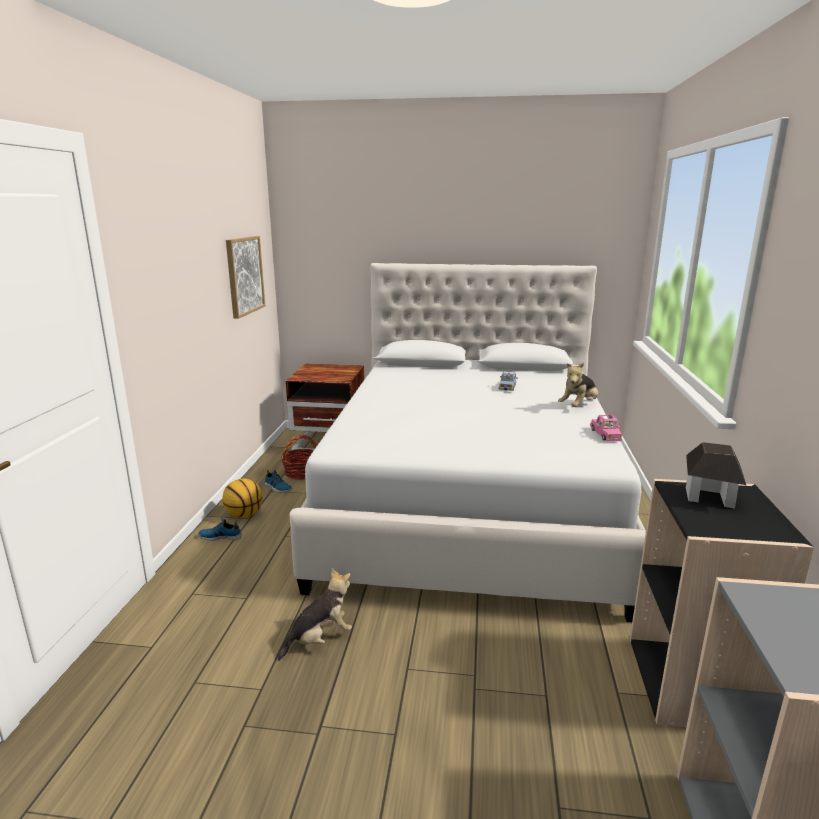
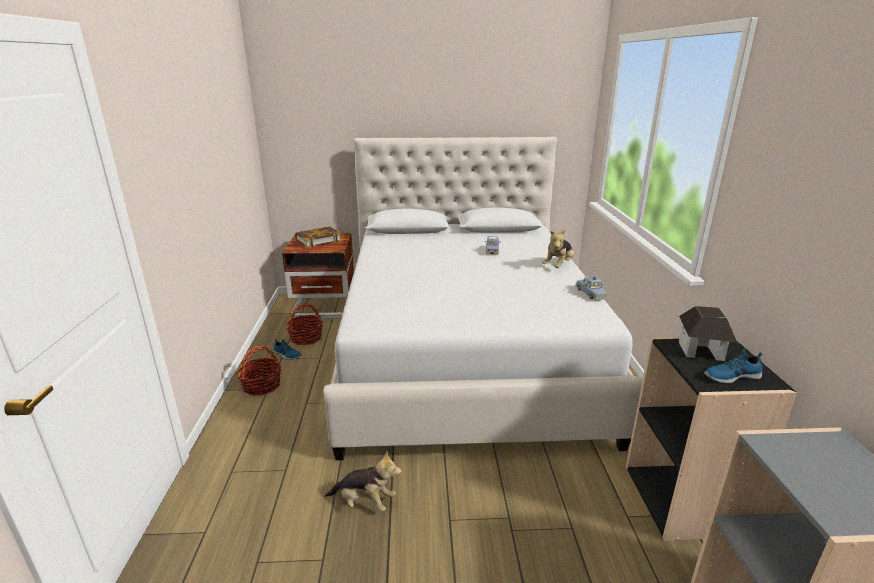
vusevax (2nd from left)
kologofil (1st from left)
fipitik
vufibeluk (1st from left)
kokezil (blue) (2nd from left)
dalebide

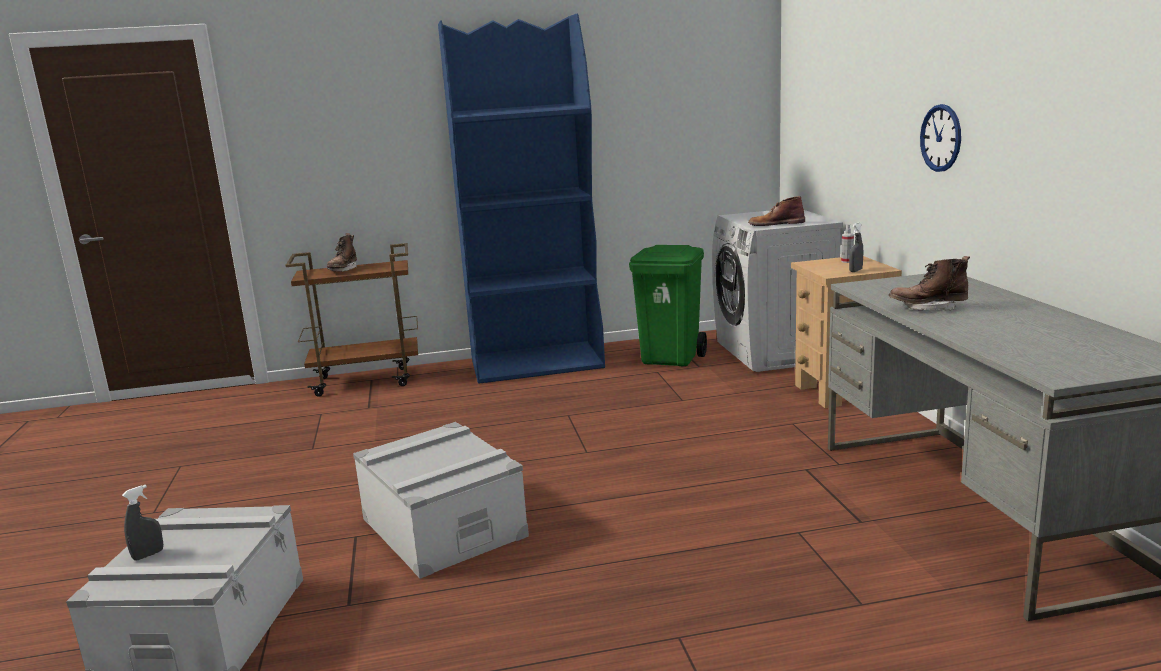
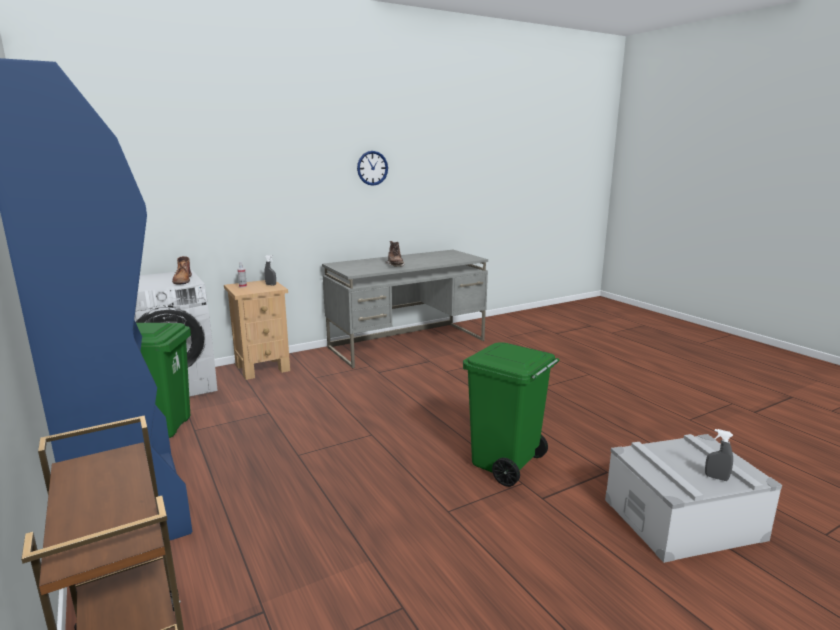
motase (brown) (1st from left in the first image)
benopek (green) (2nd from left)
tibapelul

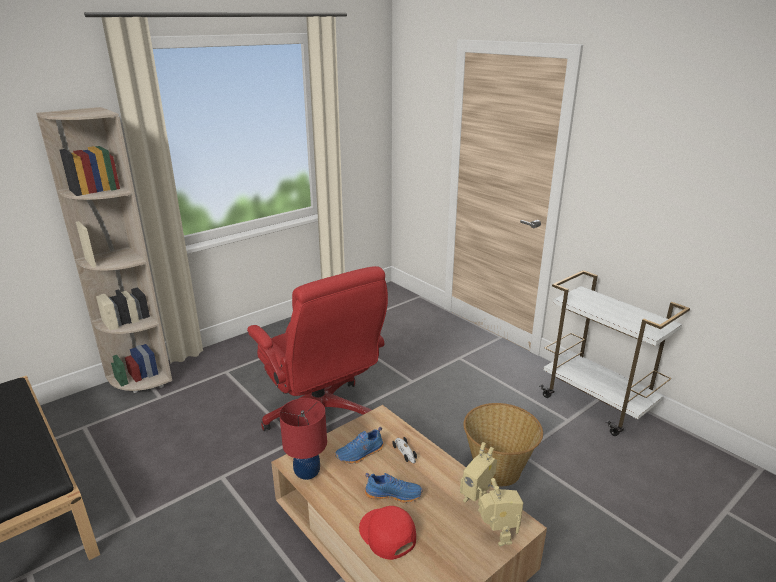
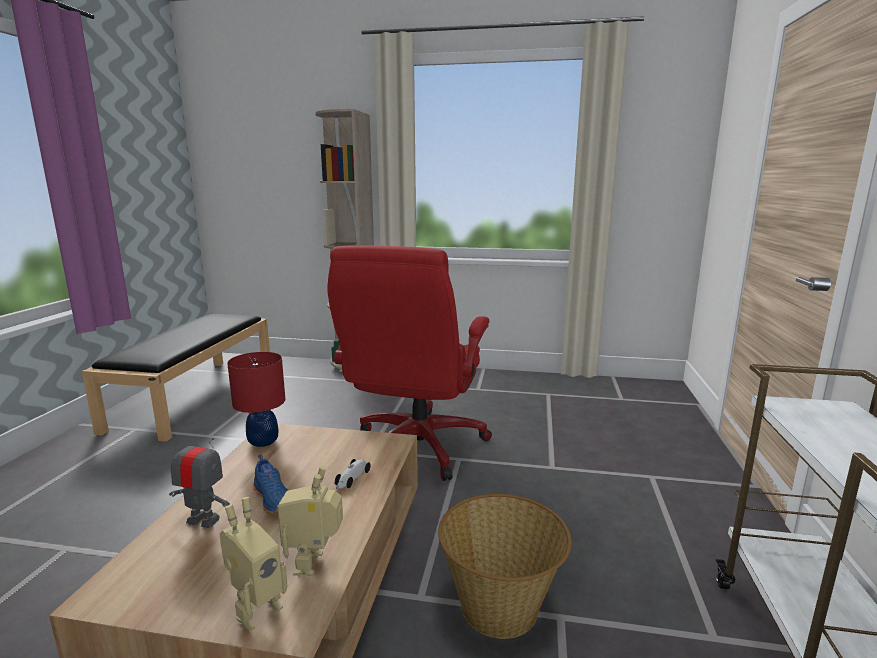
vusevax (blue) (1st from left in the first image)
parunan (1st from left)

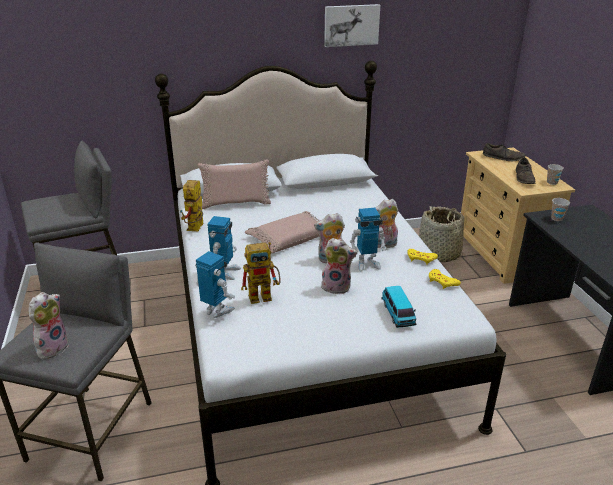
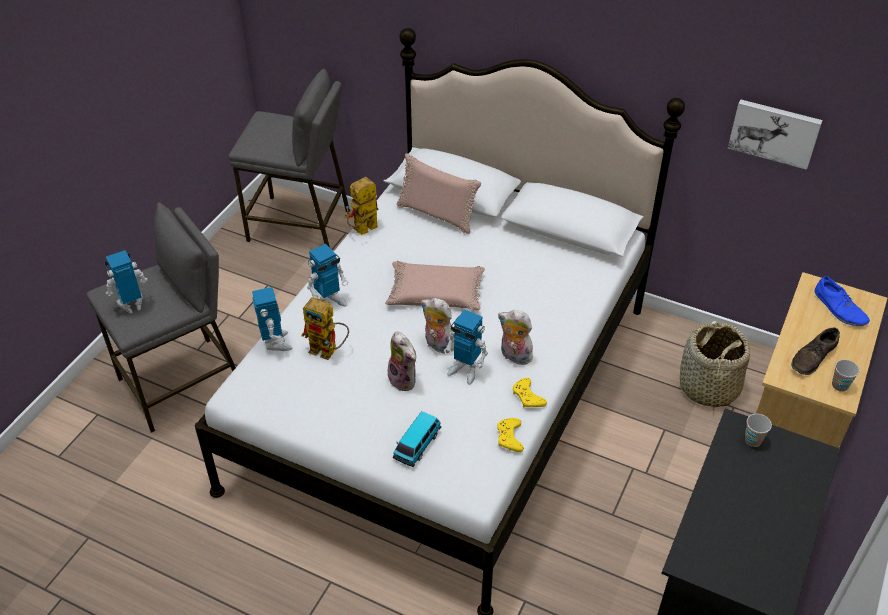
parunan (1st from left)
fipitik
vusevax (blue)

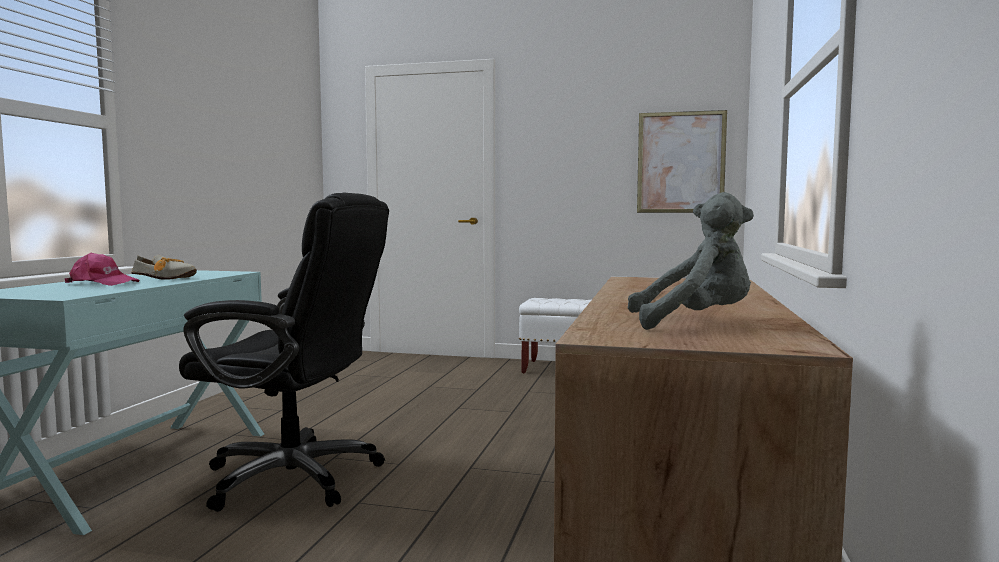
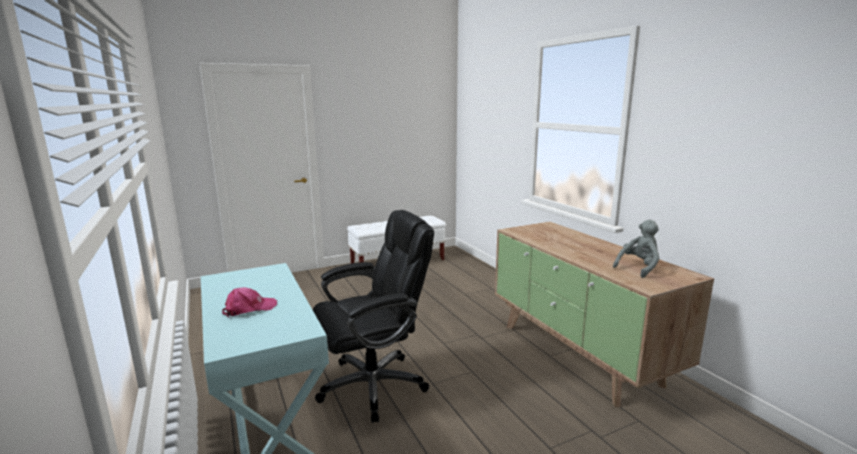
vusevax
fipitik

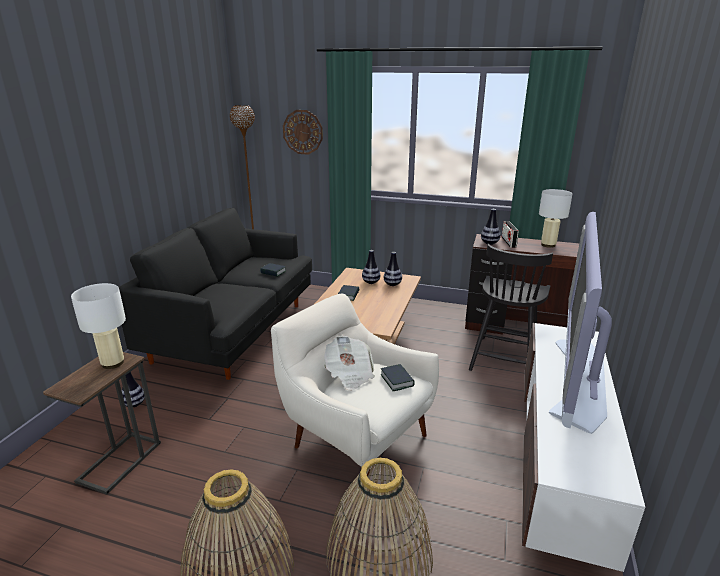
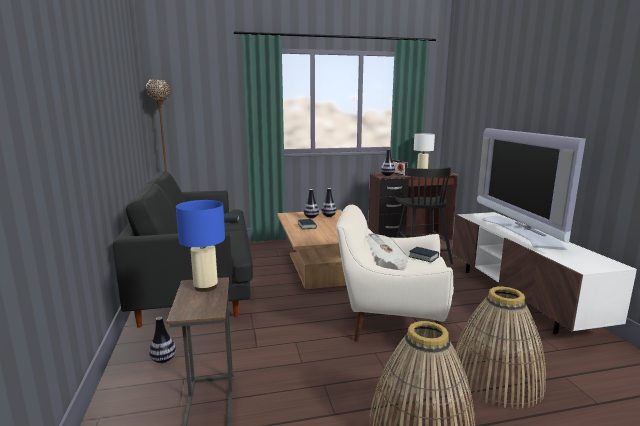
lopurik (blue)
tibapelul

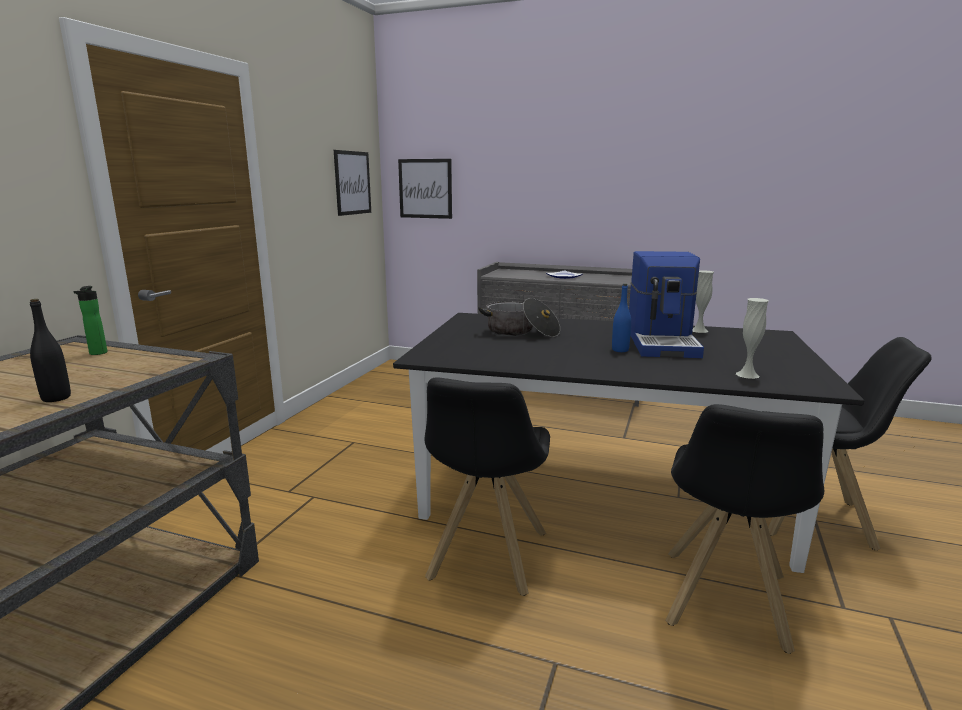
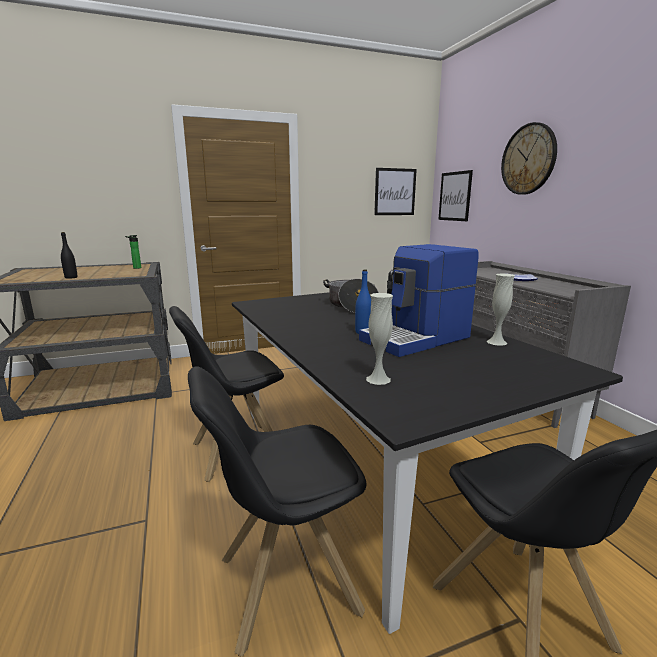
tibapelul

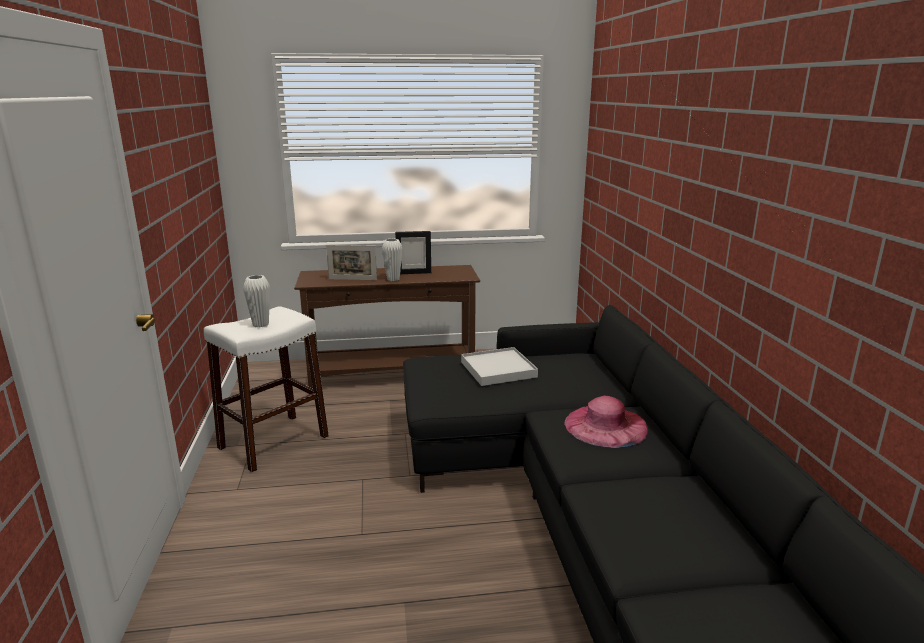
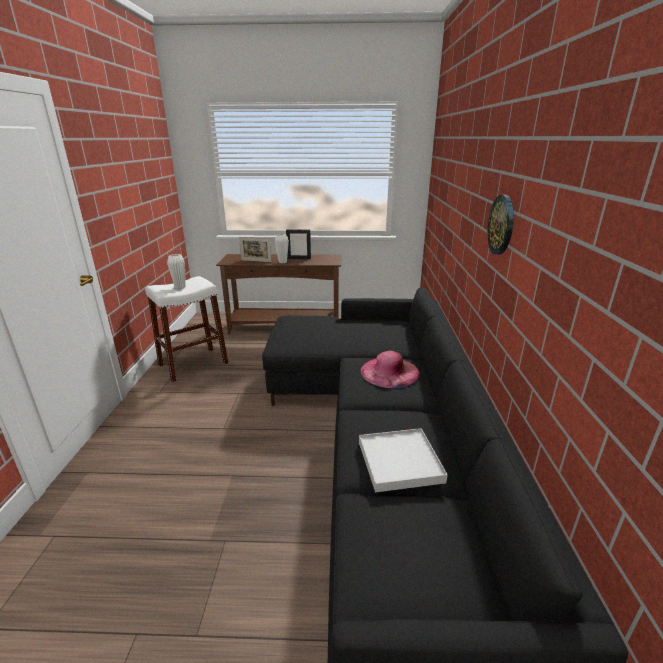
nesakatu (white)
tibapelul

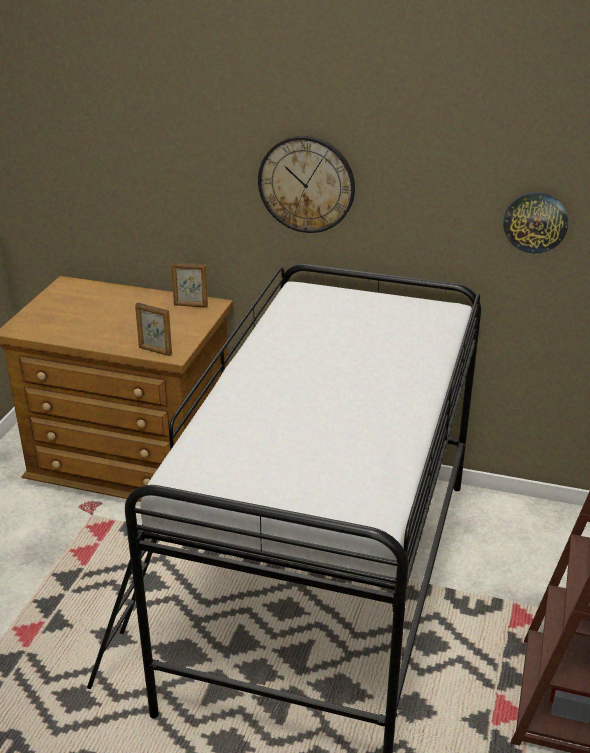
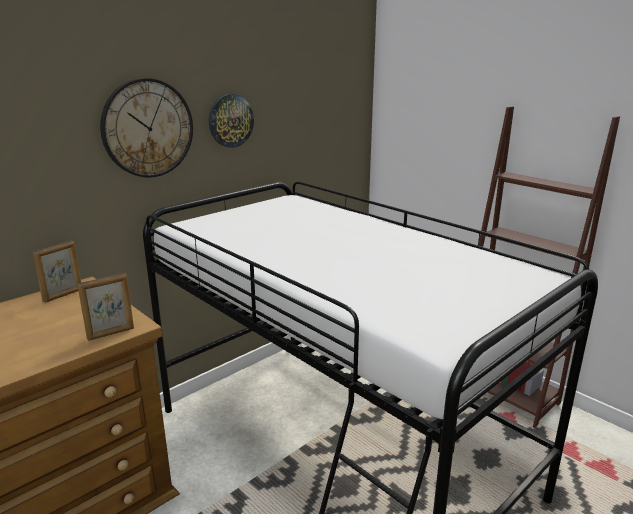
tibapelul (2nd from left)

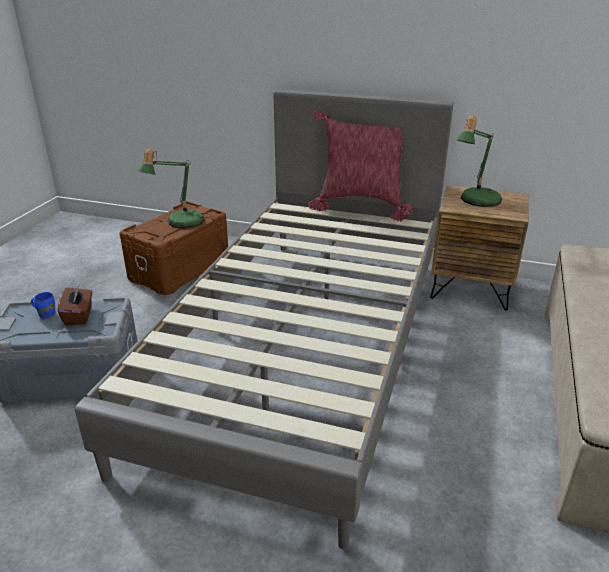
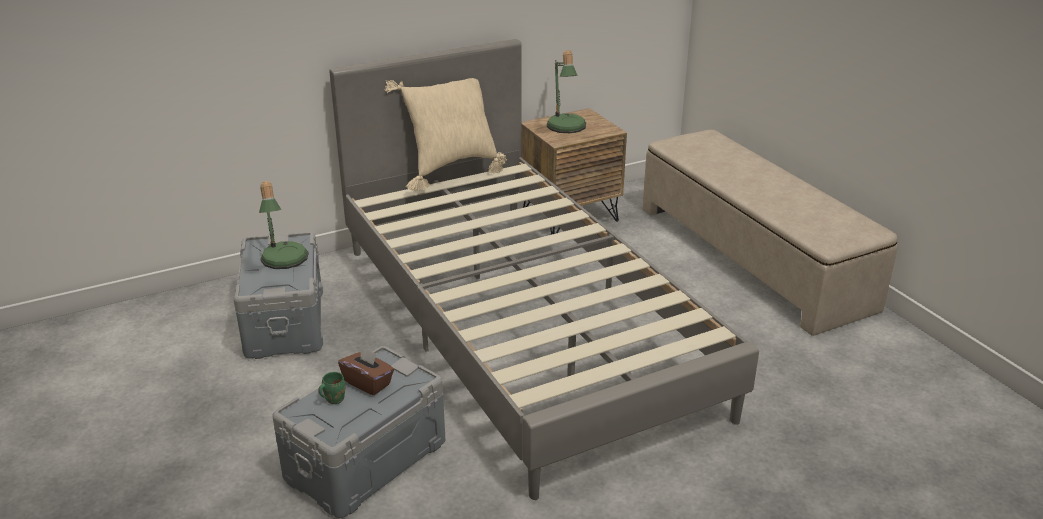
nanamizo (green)
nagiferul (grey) (1st from left)
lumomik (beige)

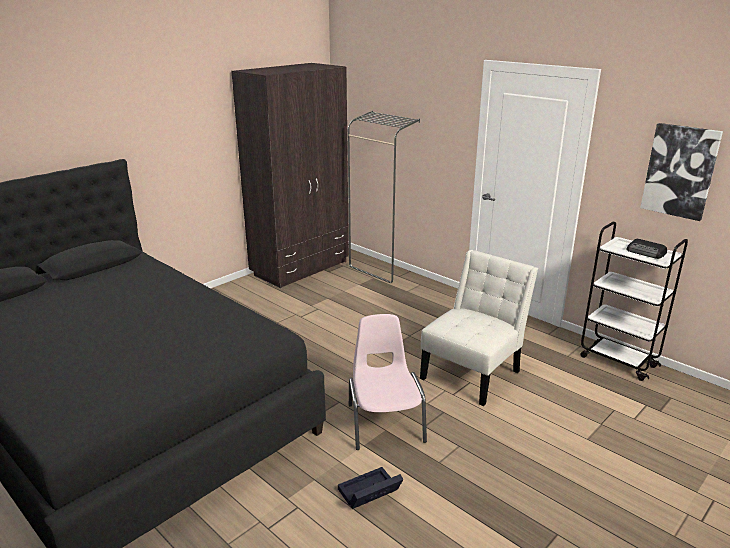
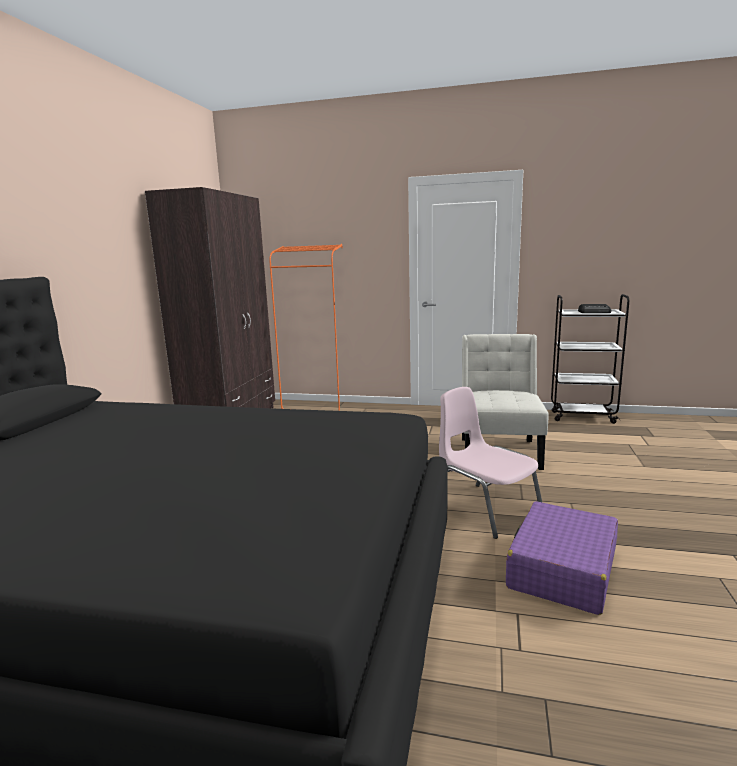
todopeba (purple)
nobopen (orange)
fipitik

